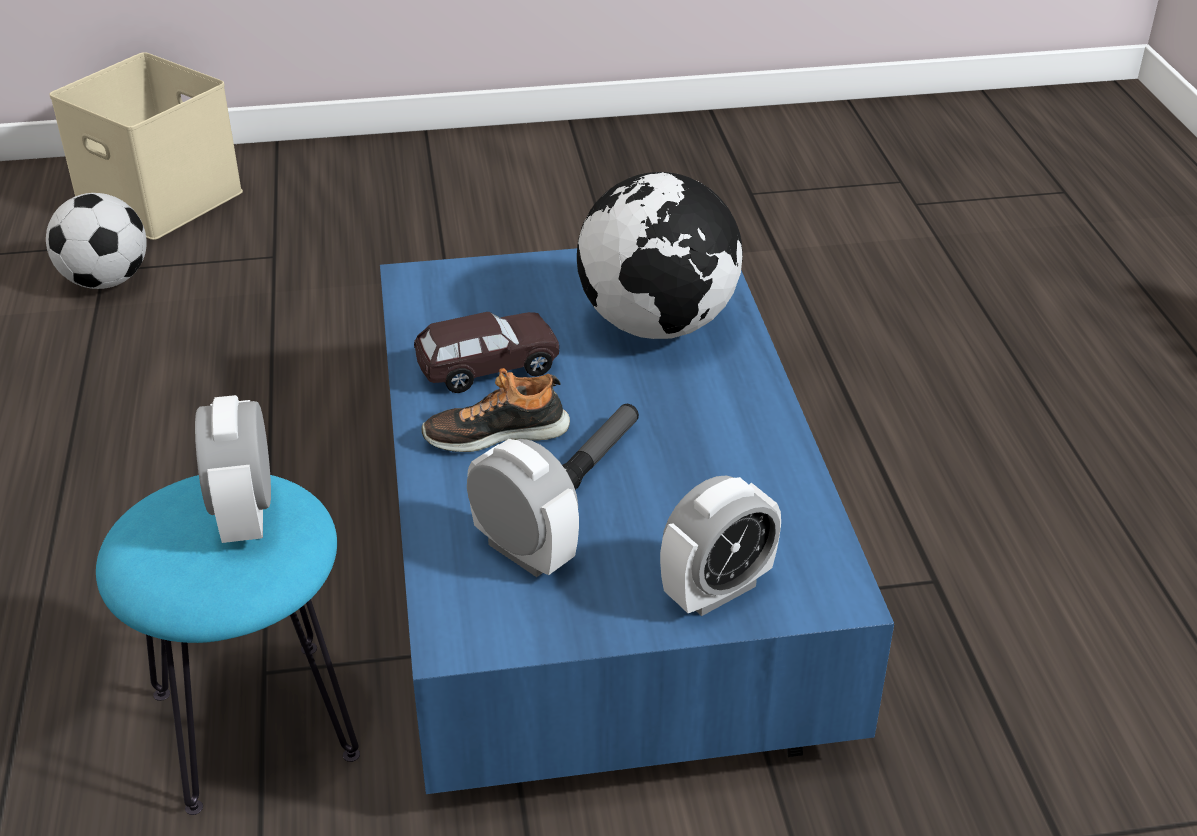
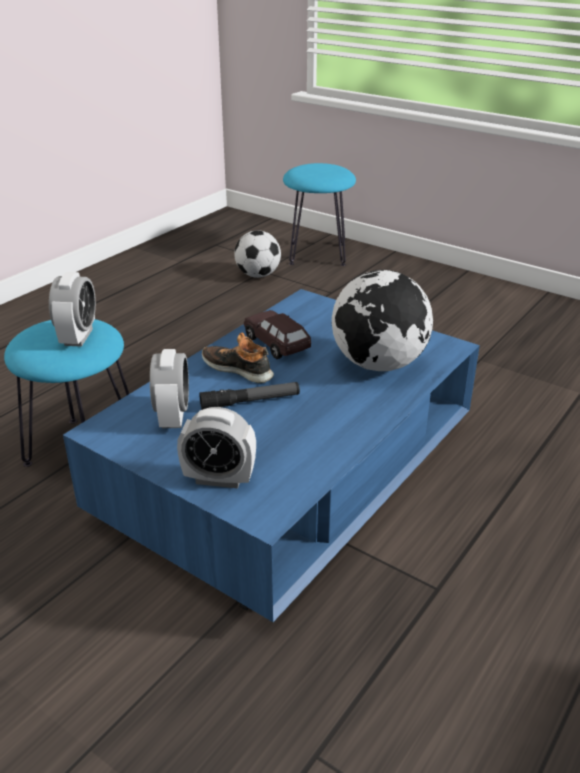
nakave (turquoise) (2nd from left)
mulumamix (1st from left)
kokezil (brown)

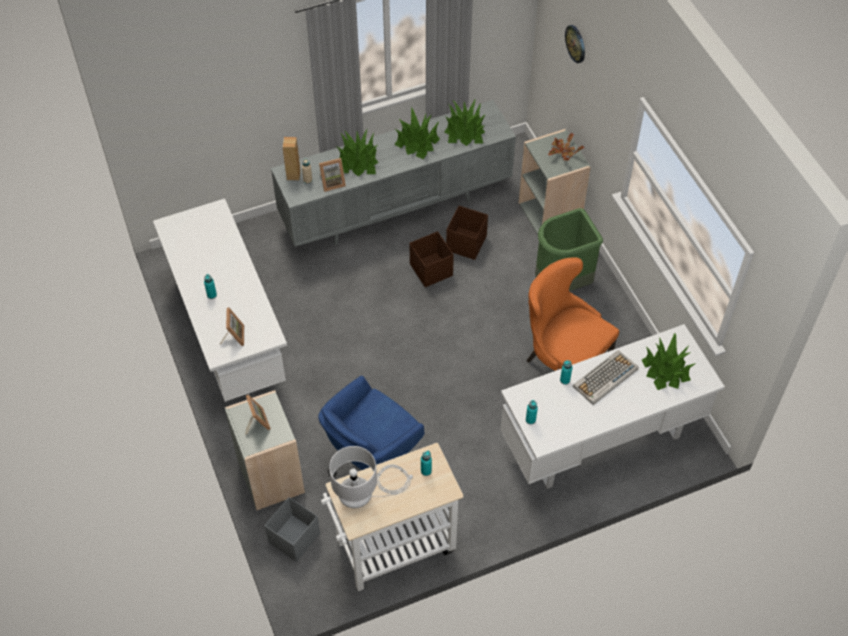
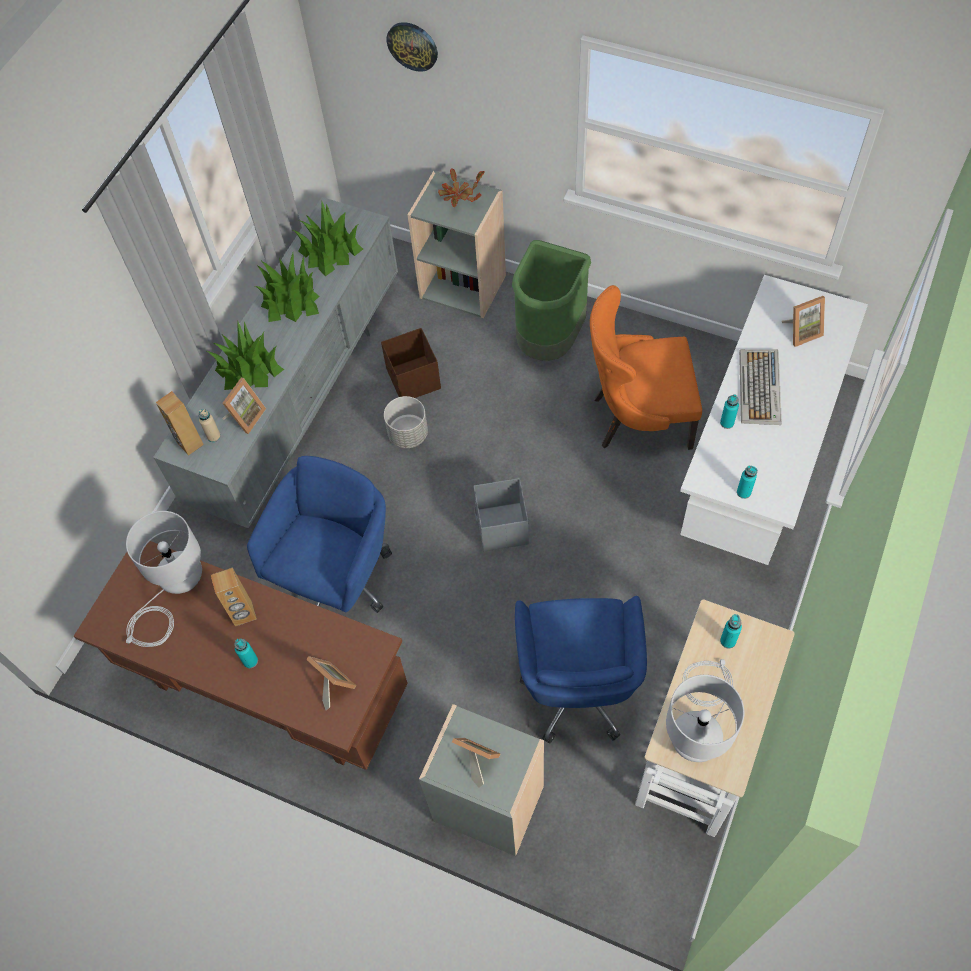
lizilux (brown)
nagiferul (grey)
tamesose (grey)
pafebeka (4th from left)
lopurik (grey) (1st from left)
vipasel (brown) (2nd from left)
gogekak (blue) (1st from left)

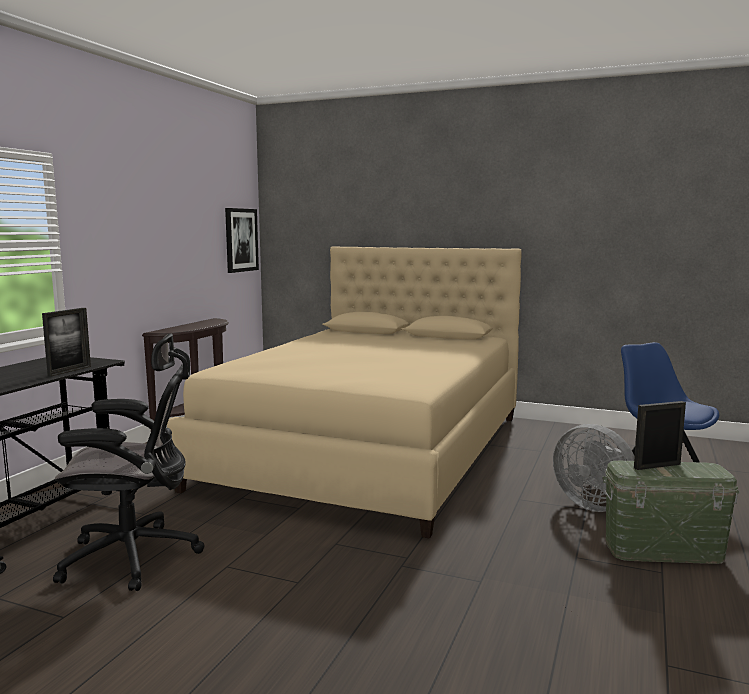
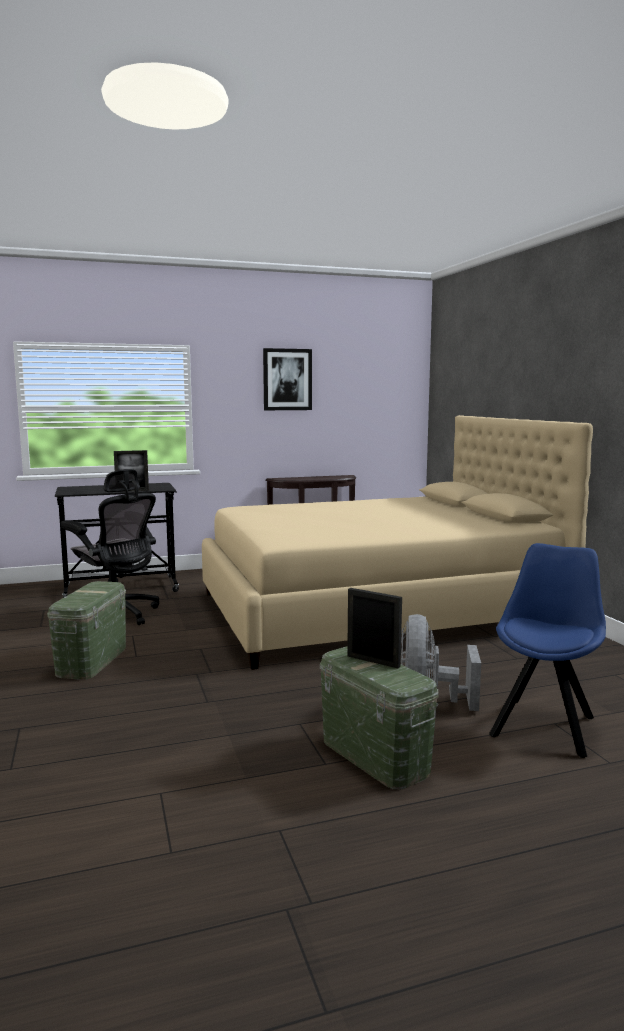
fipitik
nagiferul (green) (1st from left)

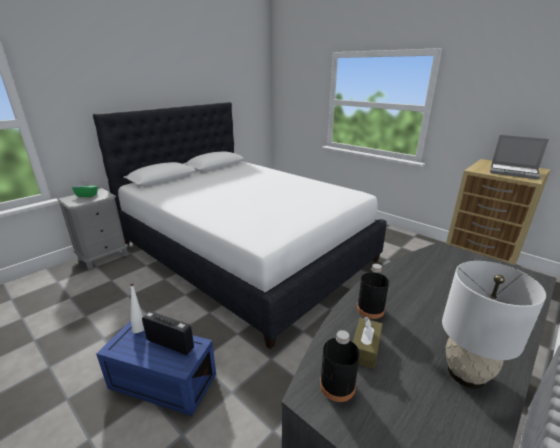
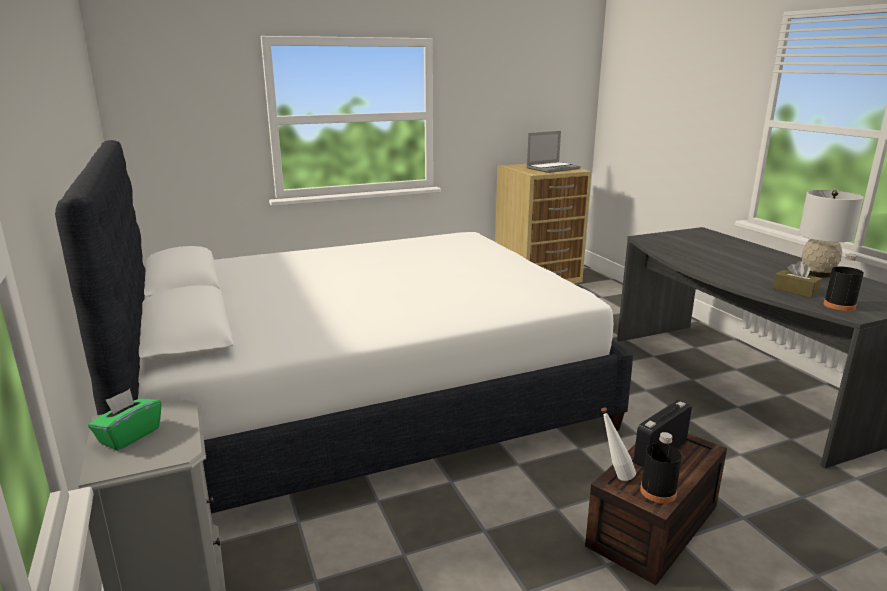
nagiferul (brown)
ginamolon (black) (1st from left)

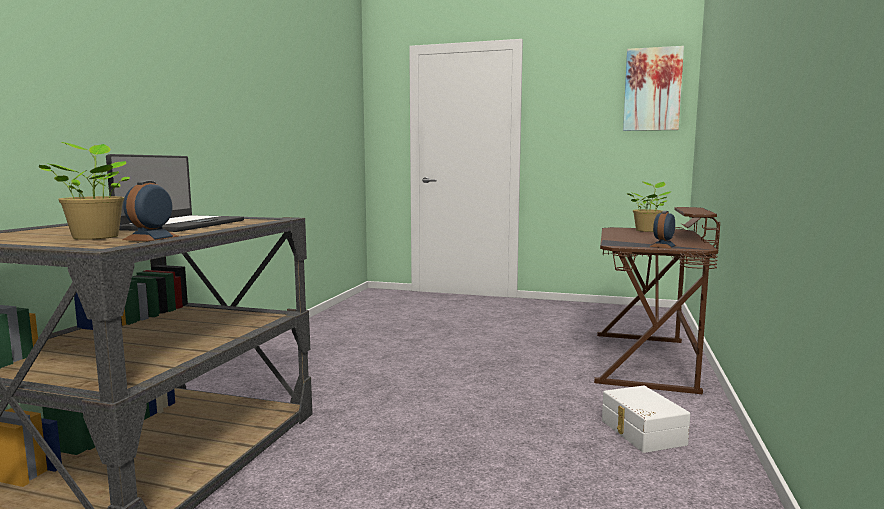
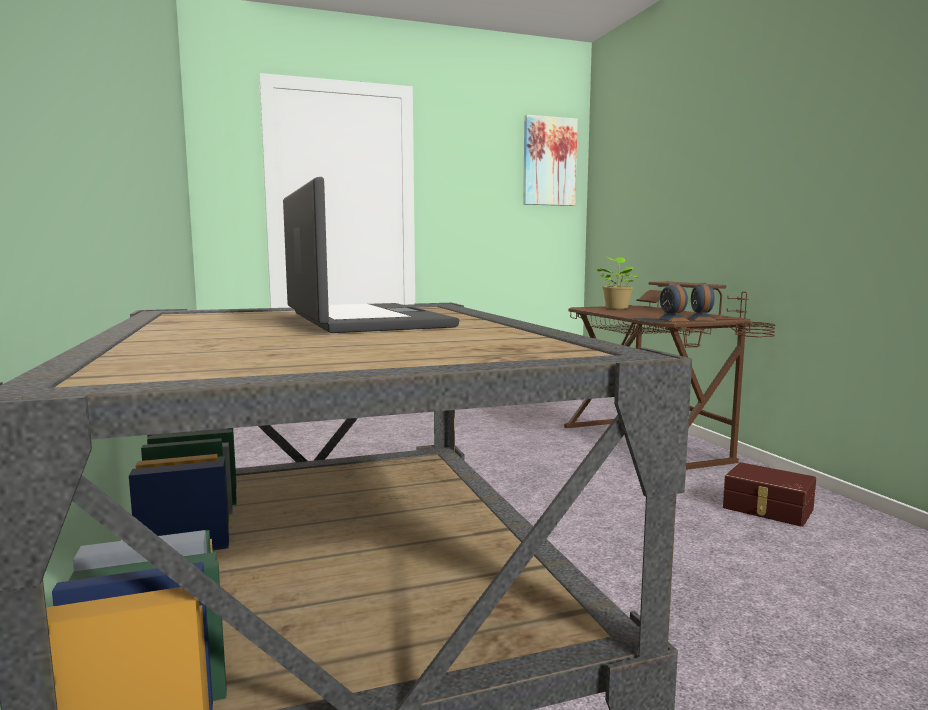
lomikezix (1st from left in the first image)
mulumamix (1st from left)
nagiferul (brown)

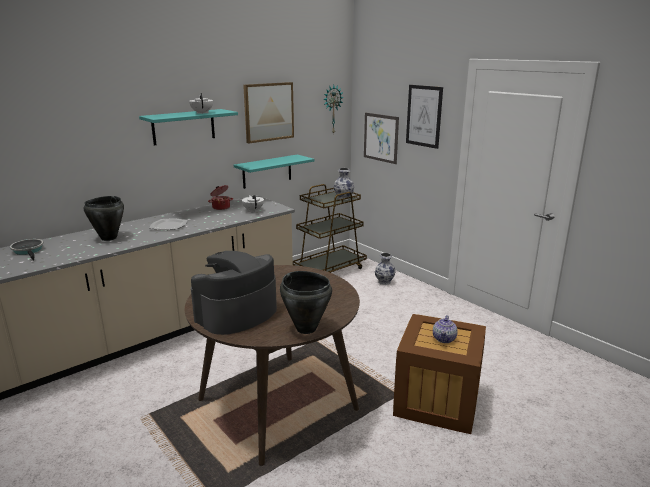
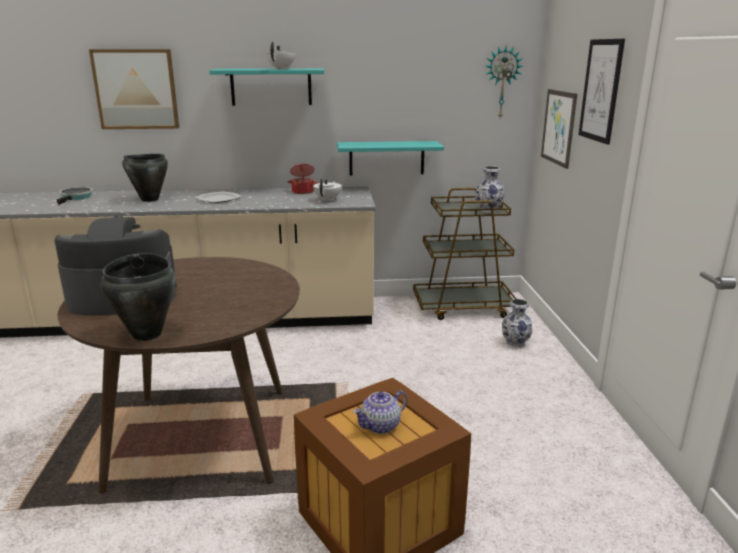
fipitik (1st from left)

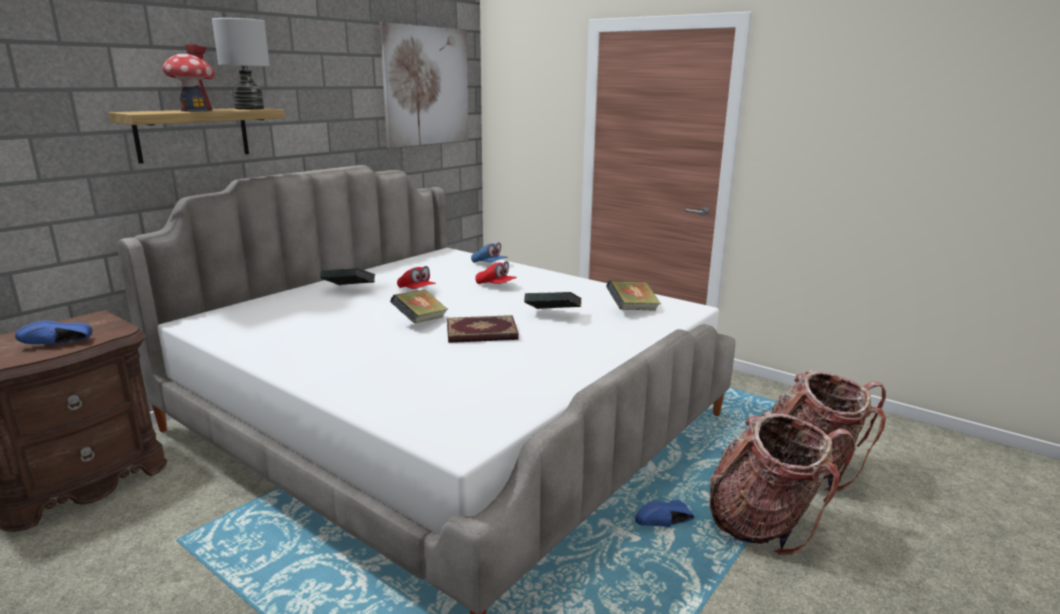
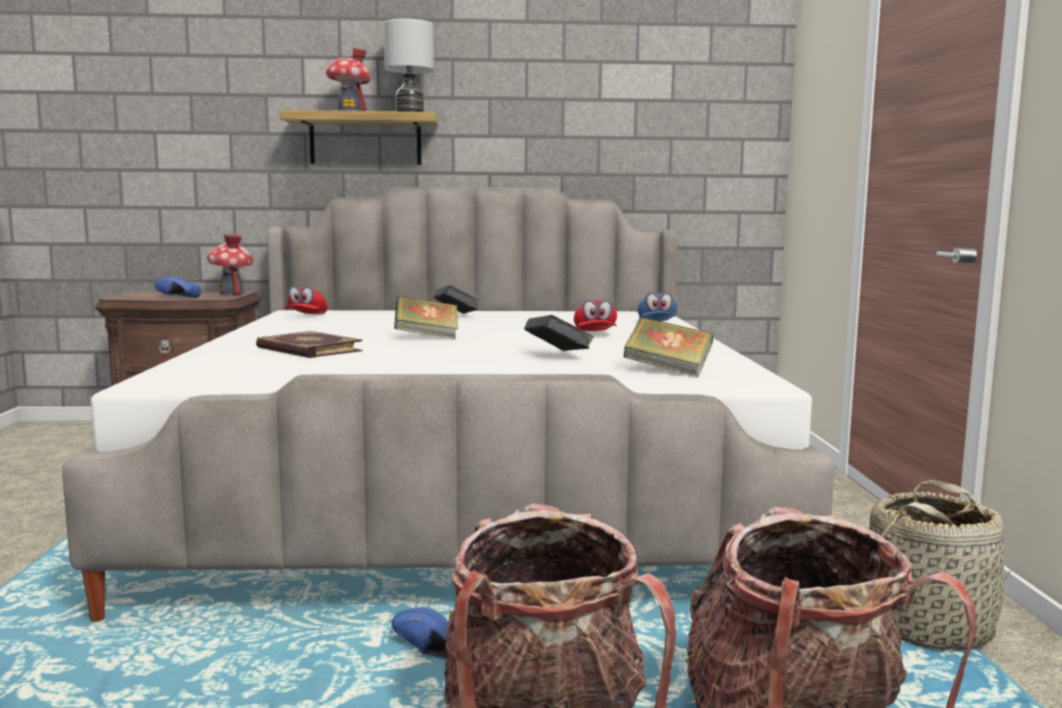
fipitik
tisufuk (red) (1st from left)
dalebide (1st from left)
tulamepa (1st from left)
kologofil

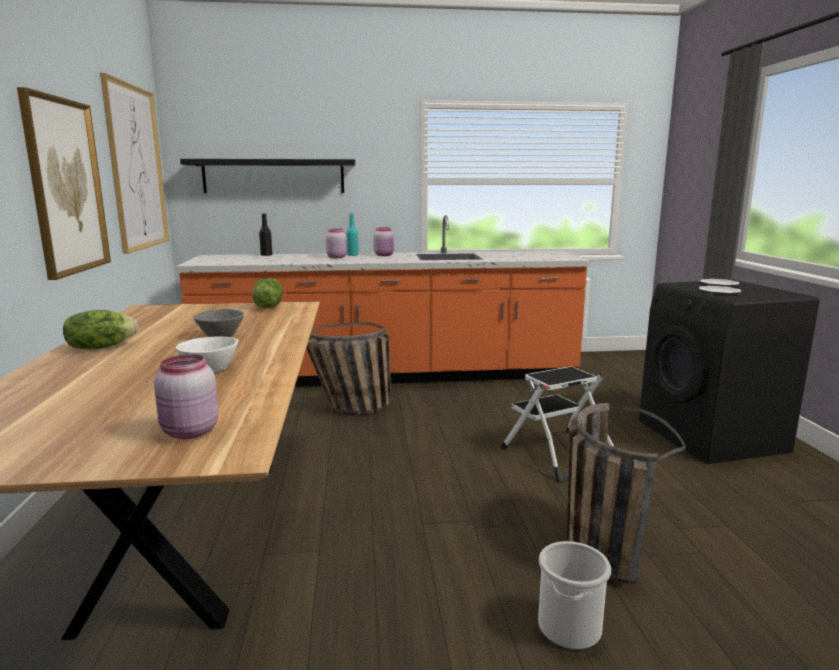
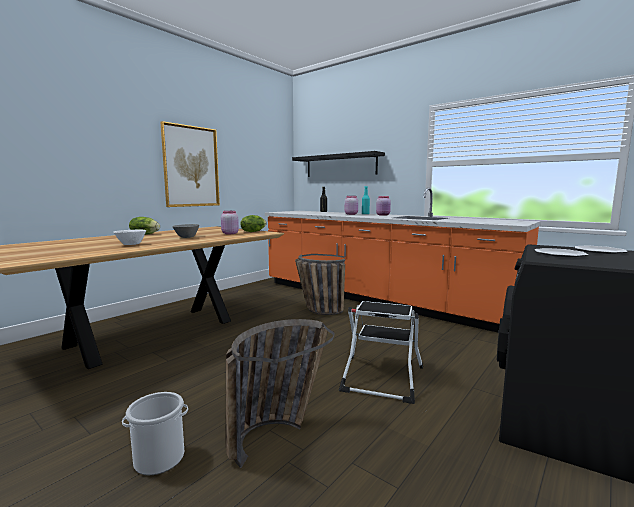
fipitik (2nd from left in the first image)
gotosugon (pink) (1st from left)

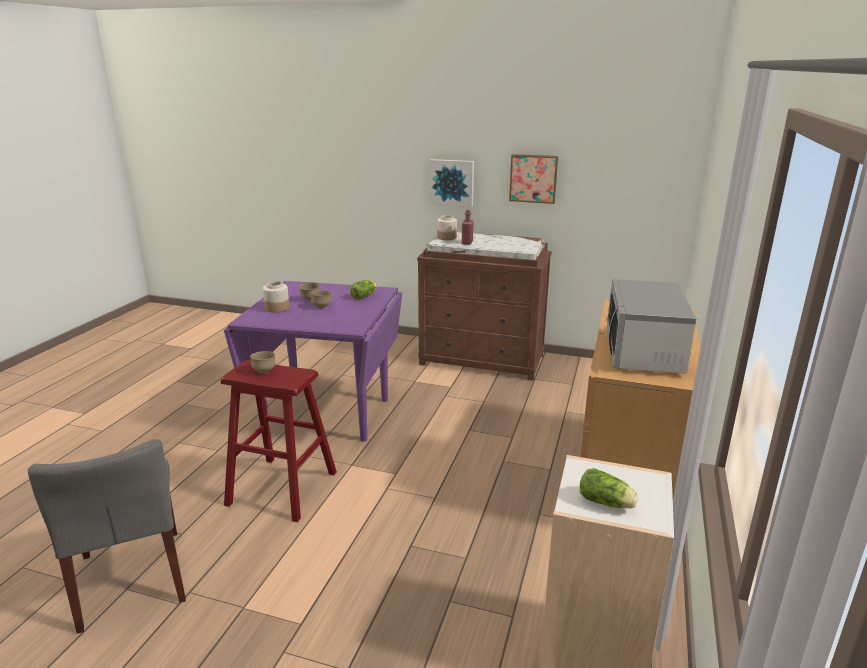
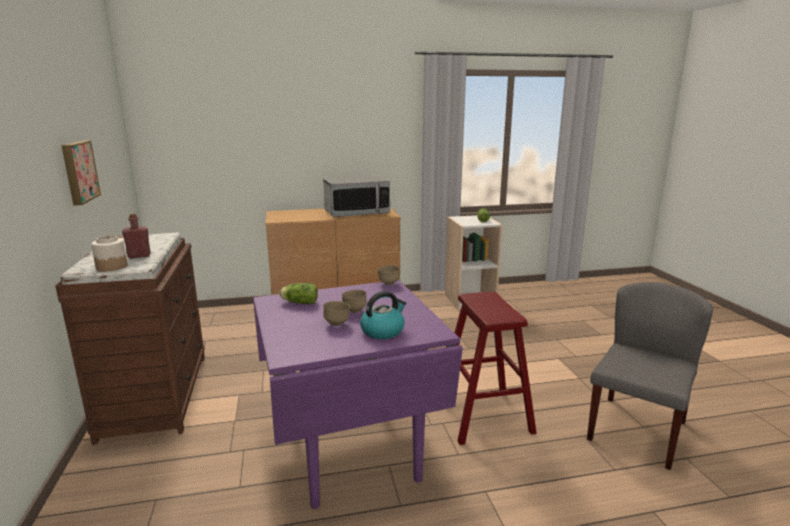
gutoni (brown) (3rd from left)
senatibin
fipitik (1st from left in the first image)

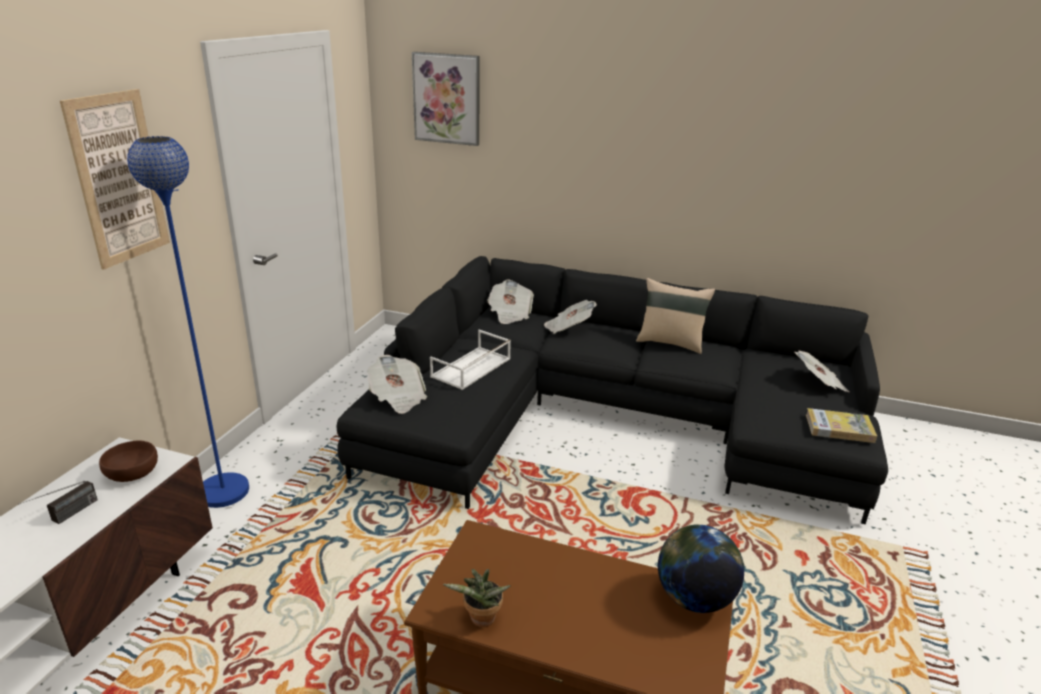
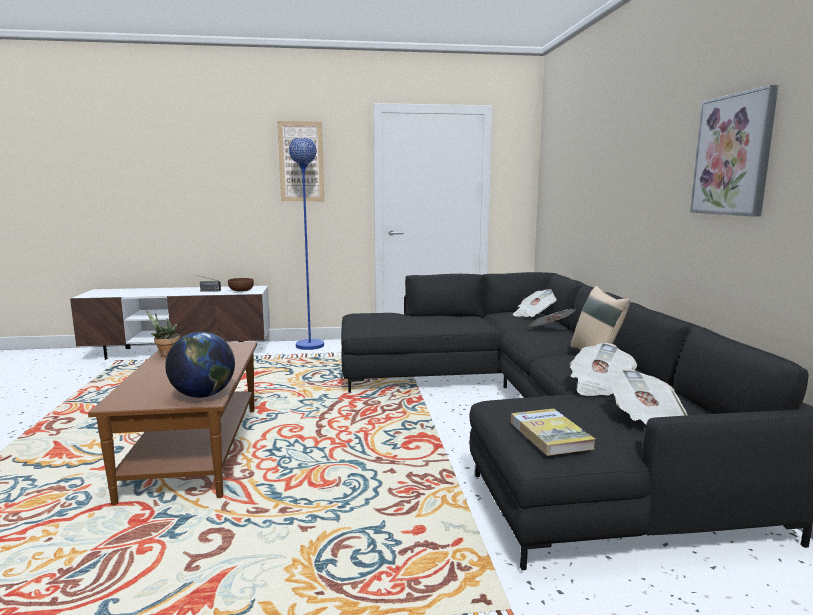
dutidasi (3rd from left)
fipitik (2nd from left)
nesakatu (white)

